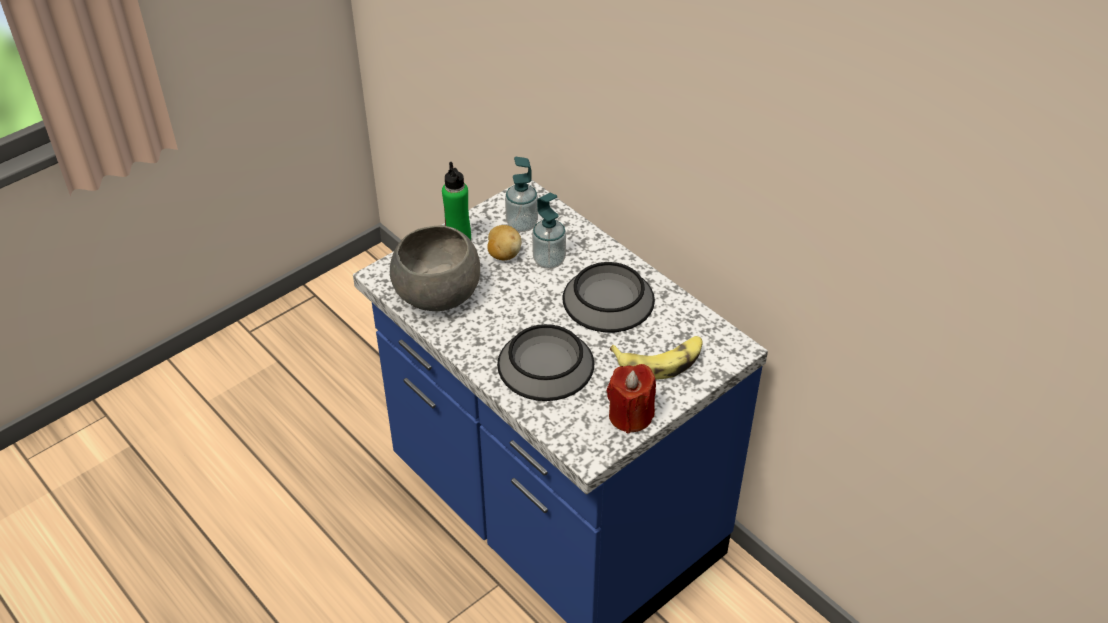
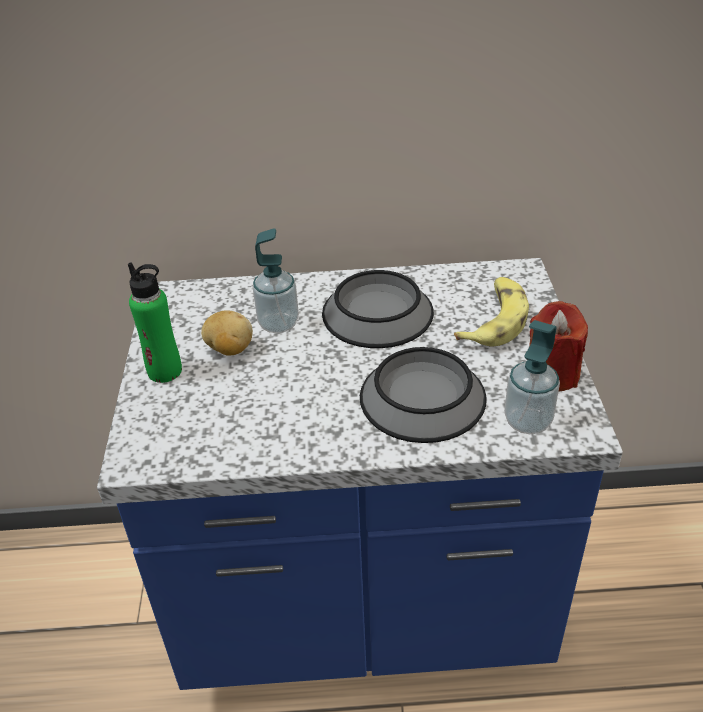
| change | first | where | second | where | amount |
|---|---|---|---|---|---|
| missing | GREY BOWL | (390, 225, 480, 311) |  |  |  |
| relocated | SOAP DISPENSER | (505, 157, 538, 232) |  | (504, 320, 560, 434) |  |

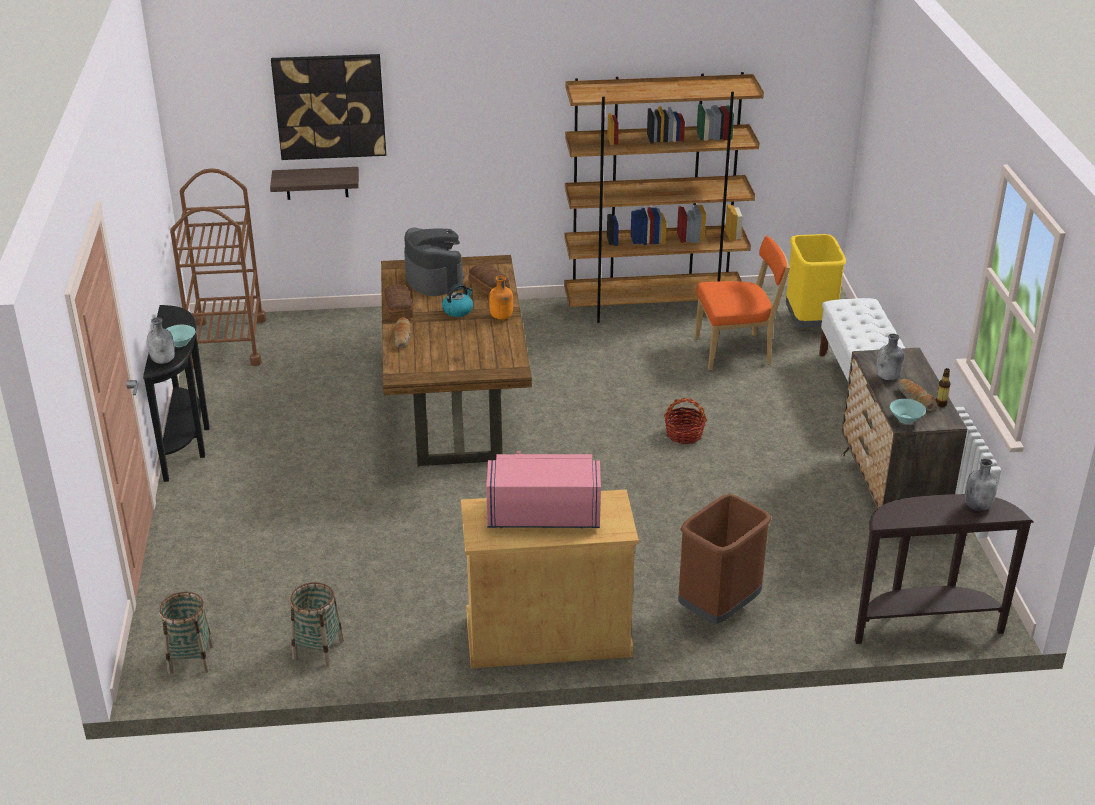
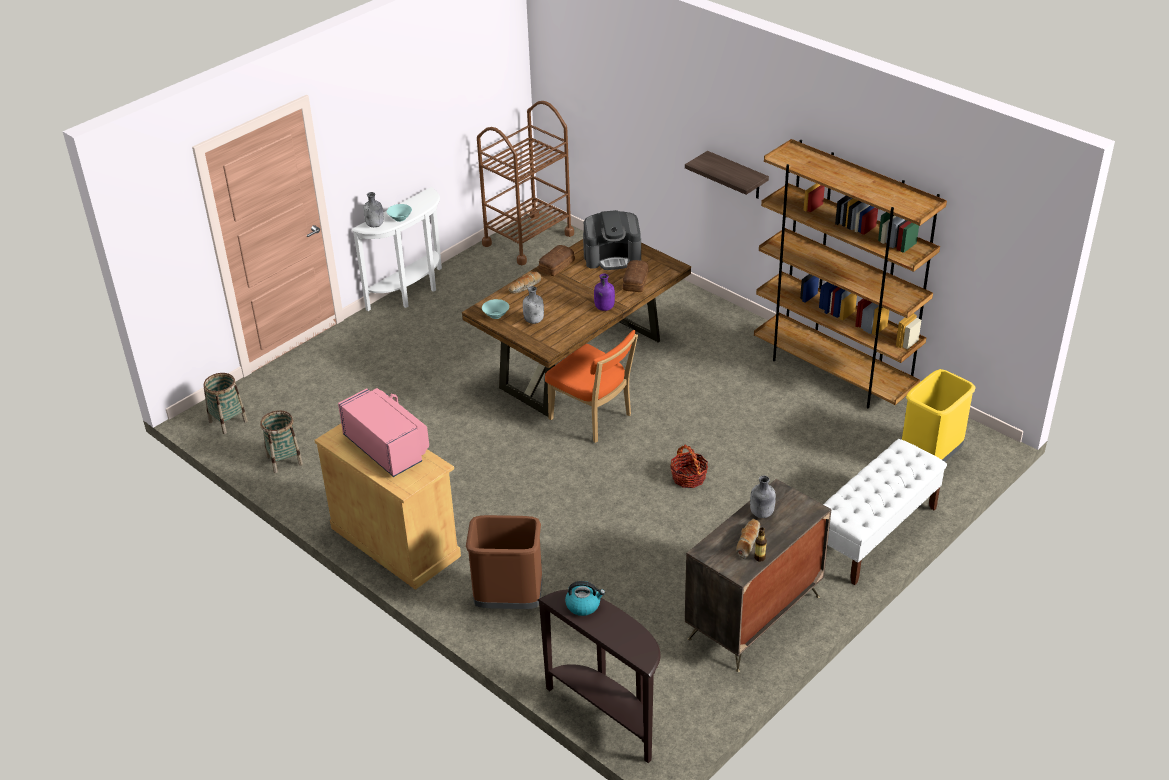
| change | first | where | second | where | amount |
|---|---|---|---|---|---|
| missing | PICTURE | (271, 54, 386, 160) |  |  |  |
| relocated | SHELF | (270, 167, 359, 200) |  | (685, 151, 769, 199) |  |
| relocated | KETTLE | (442, 284, 473, 317) |  | (565, 581, 605, 616) |  |
| relocated | ORANGE CHAIR | (694, 235, 790, 370) |  | (545, 330, 638, 443) |  |
| relocated | TURQUOISE BOWL | (890, 399, 926, 424) |  | (482, 299, 509, 319) |  |
| relocated | GREY BOTTLE | (965, 459, 997, 511) |  | (523, 286, 544, 324) |  |
| colour | BLACK CONSOLE TABLE | (143, 305, 210, 482) | WHITE CONSOLE TABLE | (352, 187, 442, 311) |  |
| colour | ORANGE BOTTLE | (489, 276, 513, 320) | PURPLE BOTTLE | (594, 274, 615, 311) |  |
| spun | COFFEE MACHINE | (404, 227, 464, 296) |  | (583, 210, 641, 270) | 60 degrees clockwise |

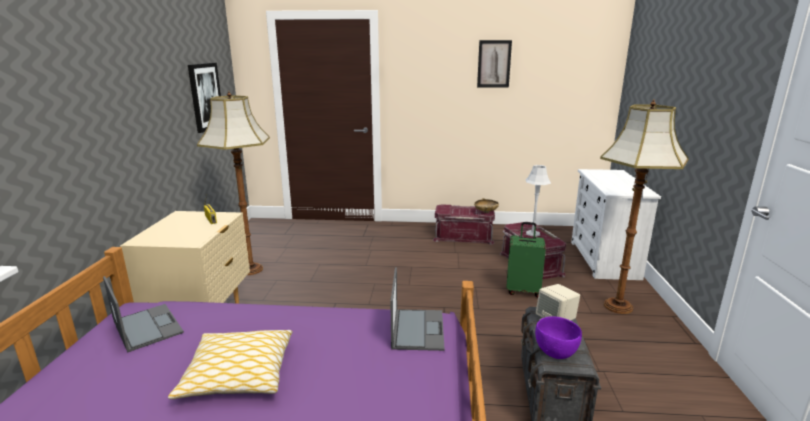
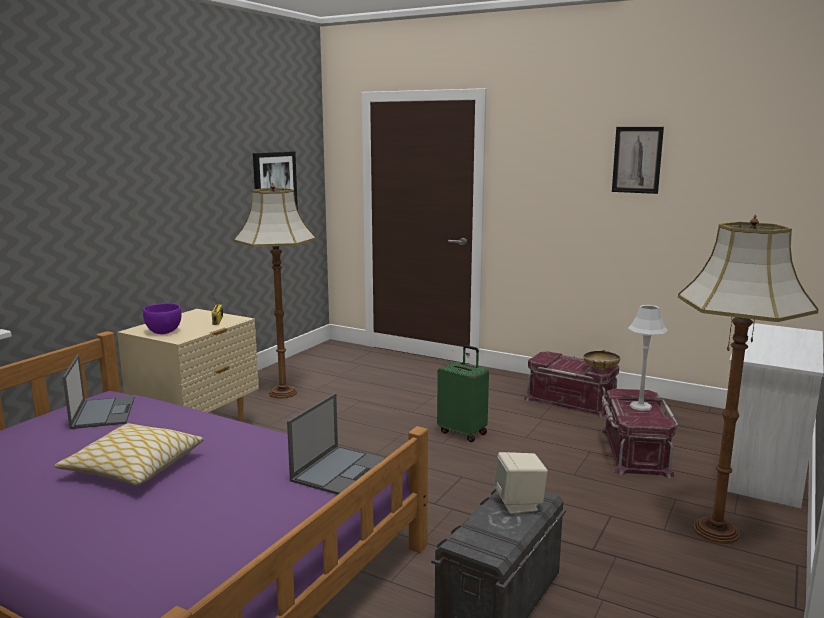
| change | first | where | second | where | amount |
|---|---|---|---|---|---|
| relocated | GREEN SUITCASE | (506, 222, 546, 298) |  | (437, 345, 489, 442) |  |
| relocated | PURPLE BOWL | (535, 316, 582, 359) |  | (143, 303, 181, 334) |  |

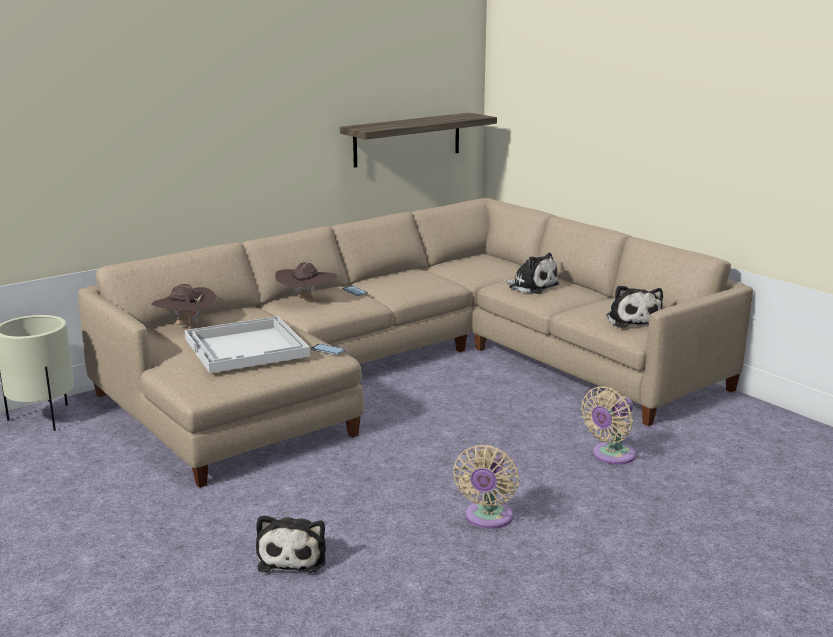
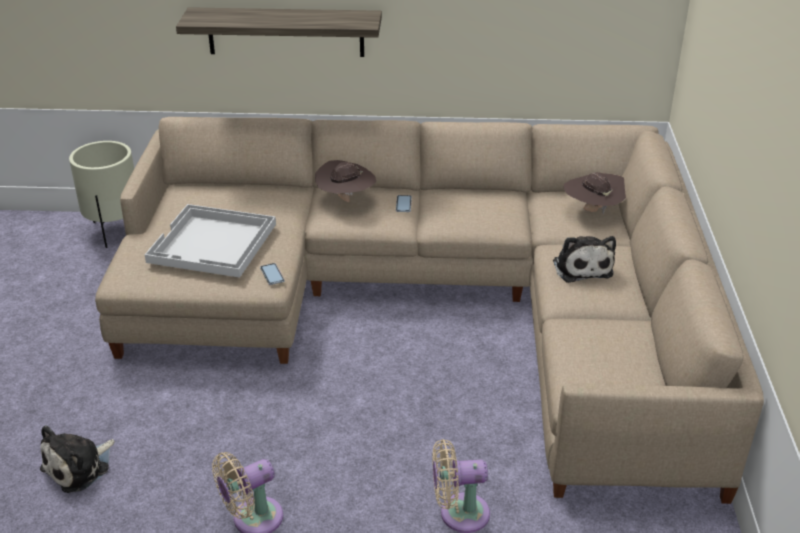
| change | first | where | second | where | amount |
|---|---|---|---|---|---|
| missing | PLUSH TOY | (606, 285, 663, 328) |  |  |  |
| relocated | BROWN HAT | (152, 284, 217, 325) |  | (564, 172, 626, 214) |  |
| relocated | SHELF | (340, 113, 497, 168) |  | (176, 7, 382, 57) |  |

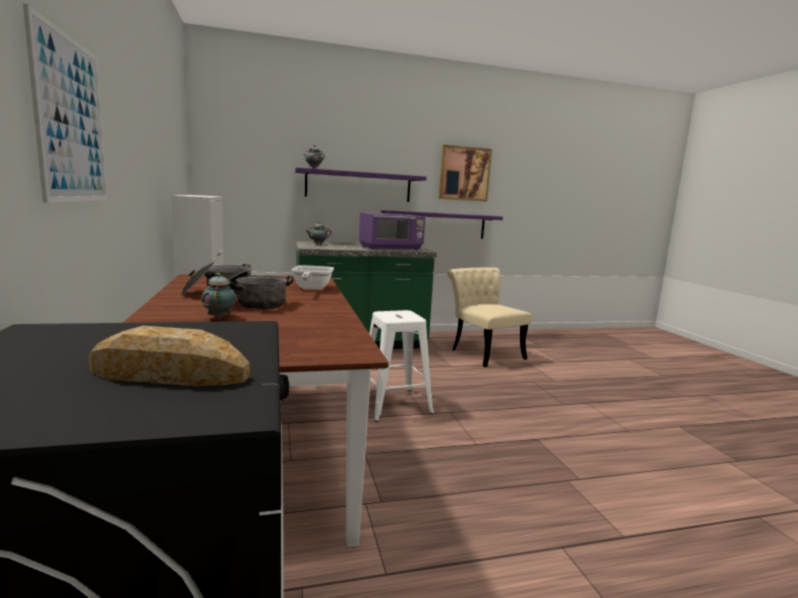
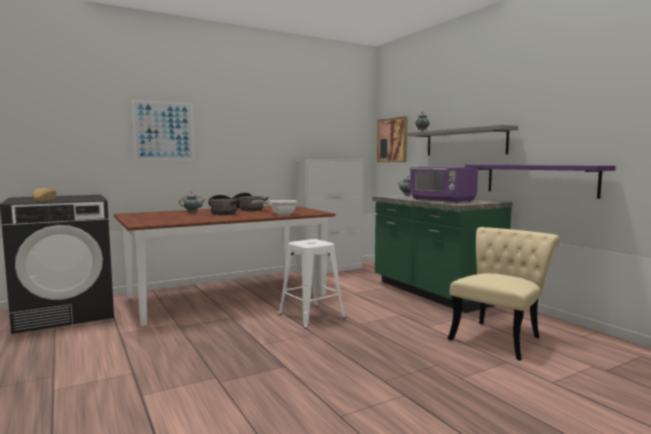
| change | first | where | second | where | amount |
|---|---|---|---|---|---|
| relocated | PICTURE | (439, 145, 492, 202) |  | (377, 116, 408, 162) |  |
| colour | PURPLE SHELF | (295, 168, 427, 202) | GREY SHELF | (407, 125, 518, 156) |  |

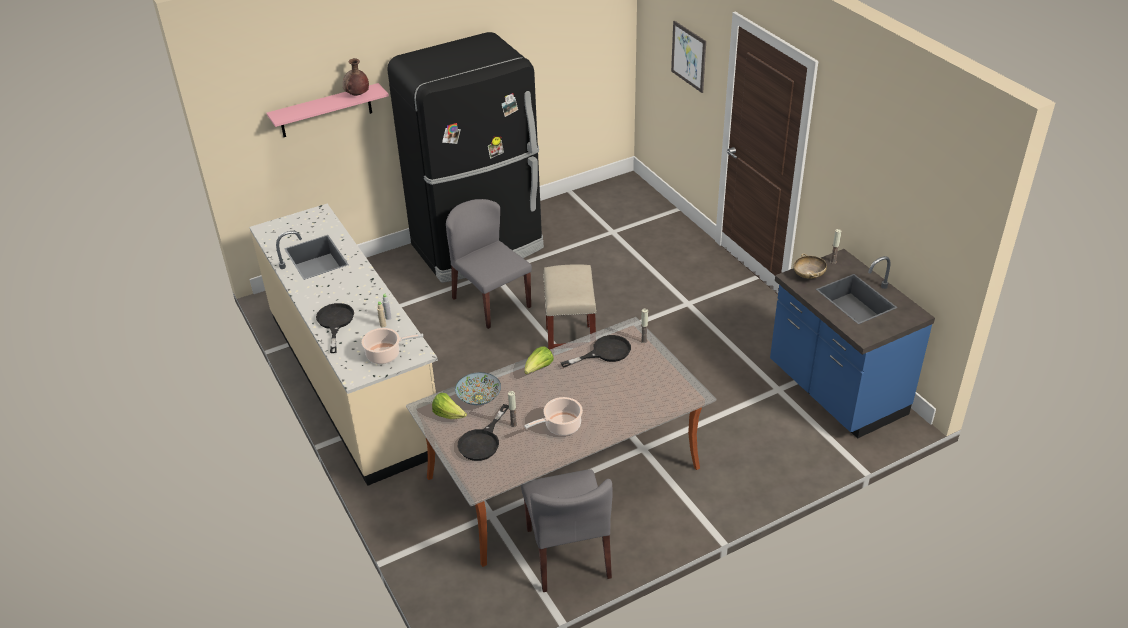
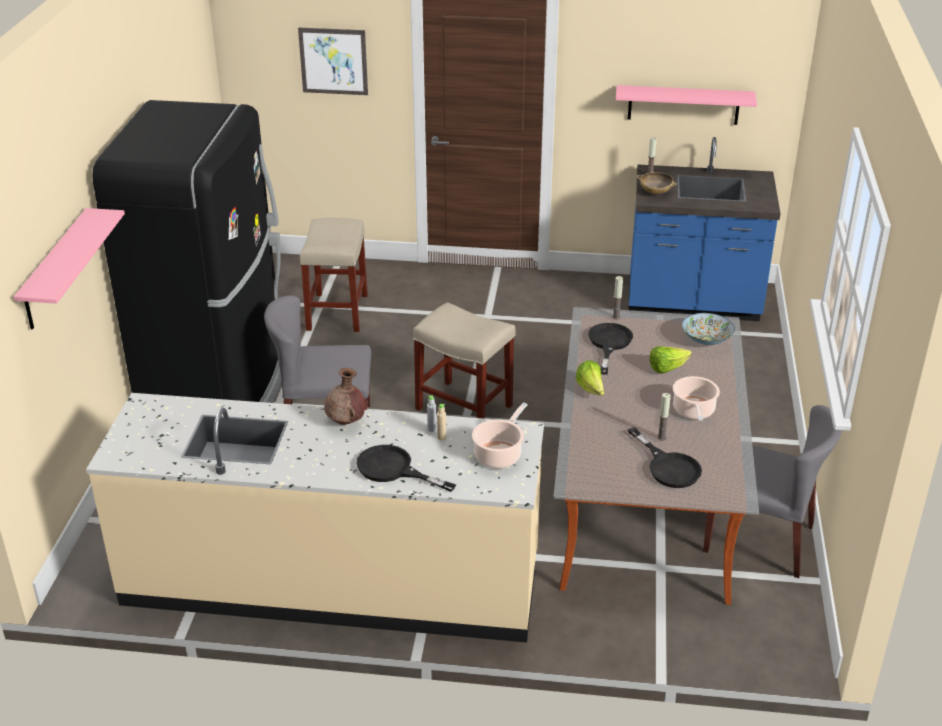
| change | first | where | second | where | amount |
|---|---|---|---|---|---|
| appeared |  |  | BEIGE STOOL | (300, 218, 368, 332) |  |
| appeared |  |  | PINK SHELF | (616, 85, 757, 125) |  |
| relocated | BROWN VASE | (343, 58, 369, 96) |  | (324, 368, 365, 425) |  |
| relocated | LETTUCE | (432, 393, 467, 419) |  | (649, 346, 692, 373) |  |
| relocated | BOWL | (455, 372, 501, 405) |  | (682, 313, 735, 345) |  |

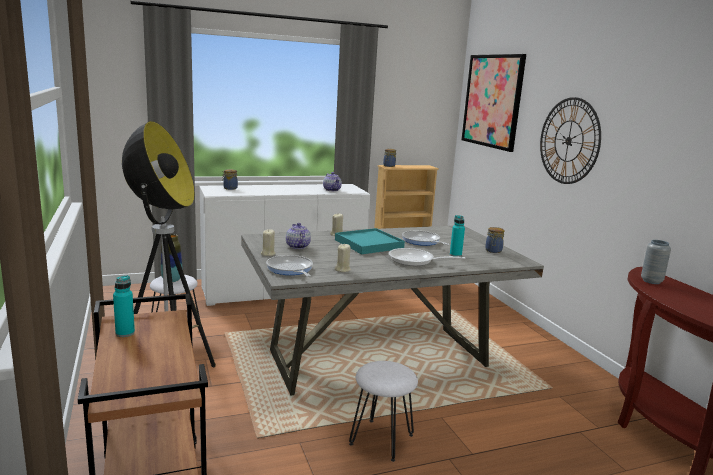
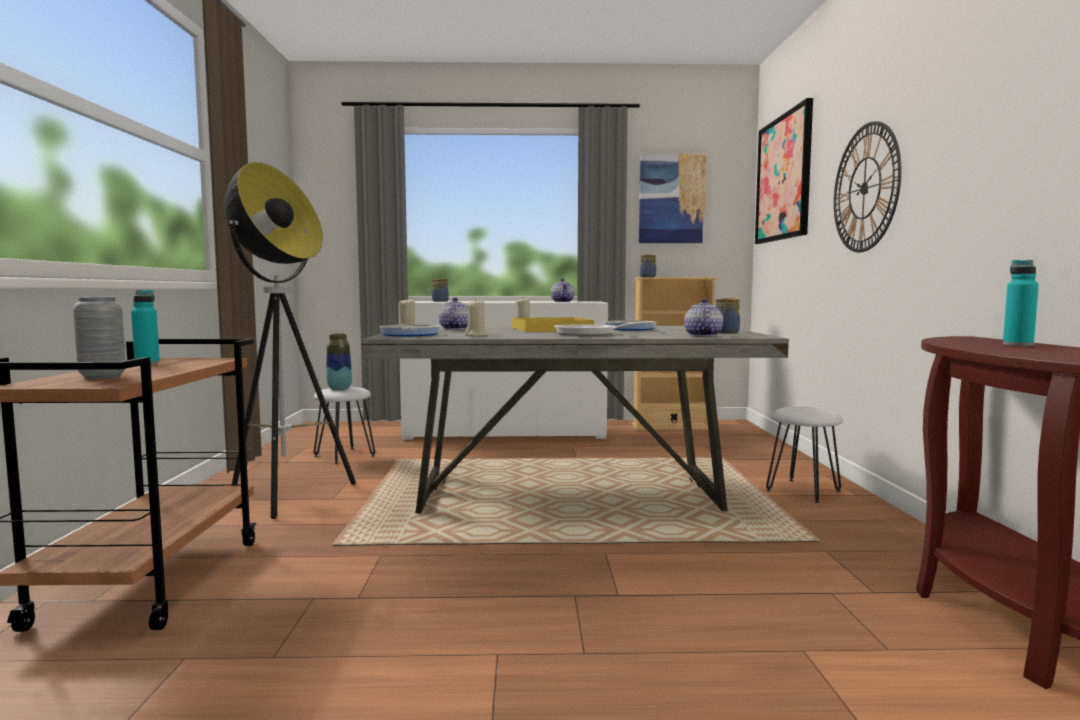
| change | first | where | second | where | amount |
|---|---|---|---|---|---|
| appeared |  |  | PICTURE | (639, 154, 706, 243) |  |
| appeared |  |  | TEAPOT | (684, 299, 723, 337) |  |
| relocated | WHITE STOOL | (349, 361, 418, 462) |  | (766, 407, 843, 503) |  |
| relocated | TURQUOISE BOTTLE | (450, 215, 465, 257) |  | (1003, 260, 1039, 346) |  |
| relocated | GREY VASE | (641, 240, 671, 284) |  | (73, 297, 126, 379) |  |
| colour | TURQUOISE TRAY | (335, 228, 405, 254) | YELLOW TRAY | (512, 317, 594, 332) |  |

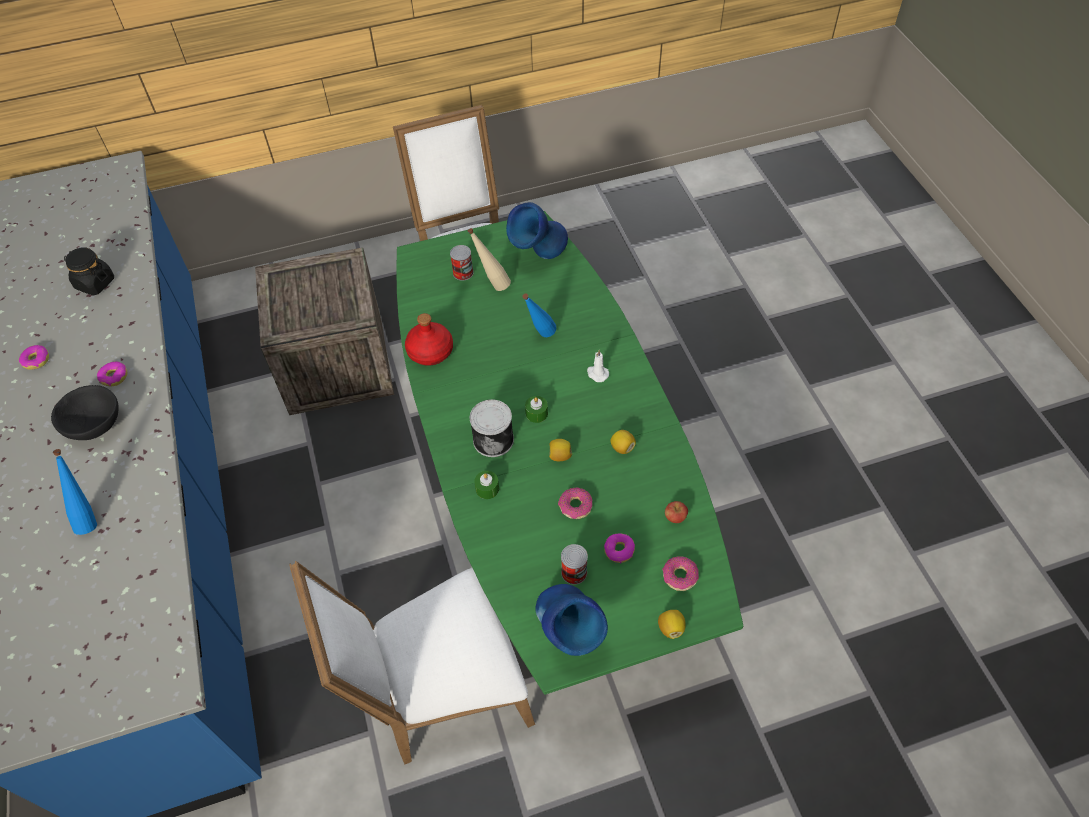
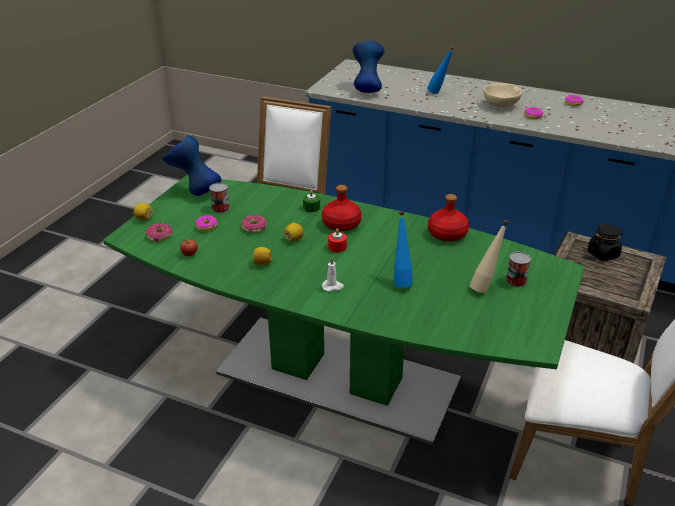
| change | first | where | second | where | amount |
|---|---|---|---|---|---|
| relocated | BLACK JAR | (64, 247, 114, 296) |  | (587, 224, 623, 261) |  |
| relocated | BLUE VASE | (506, 202, 568, 259) |  | (353, 40, 384, 93) |  |
| exchanged | CAN | (470, 399, 514, 457) | RED BOTTLE | (322, 185, 362, 231) |  |
| colour | BLACK BOWL | (51, 385, 119, 440) | BEIGE BOWL | (483, 83, 522, 108) |  |
| colour | GREEN CANDLE | (525, 396, 548, 423) | RED CANDLE | (328, 228, 347, 253) |  |

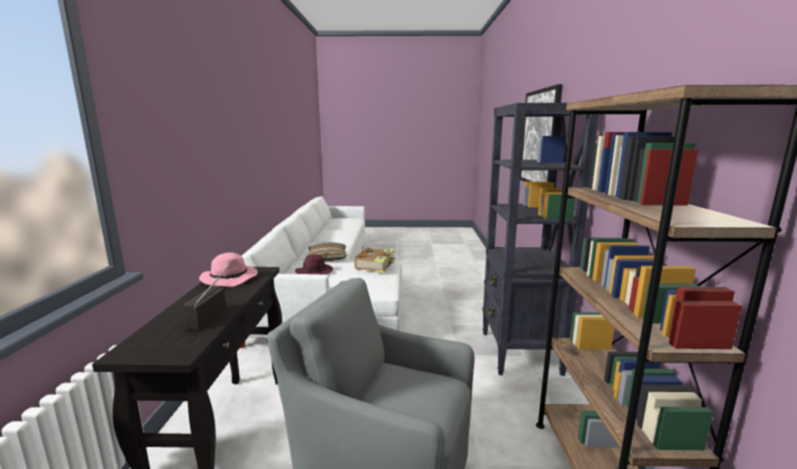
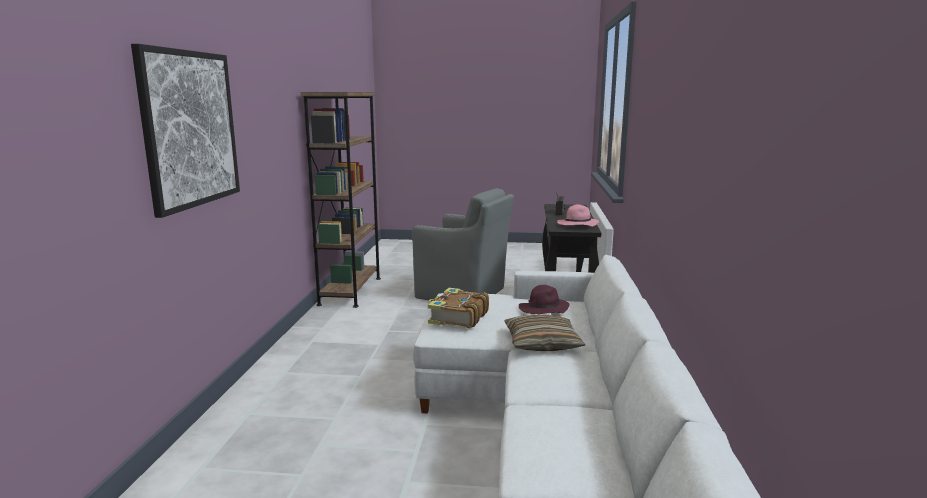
| change | first | where | second | where | amount |
|---|---|---|---|---|---|
| missing | BLACK BOOKCASE | (482, 103, 599, 376) |  |  |  |

